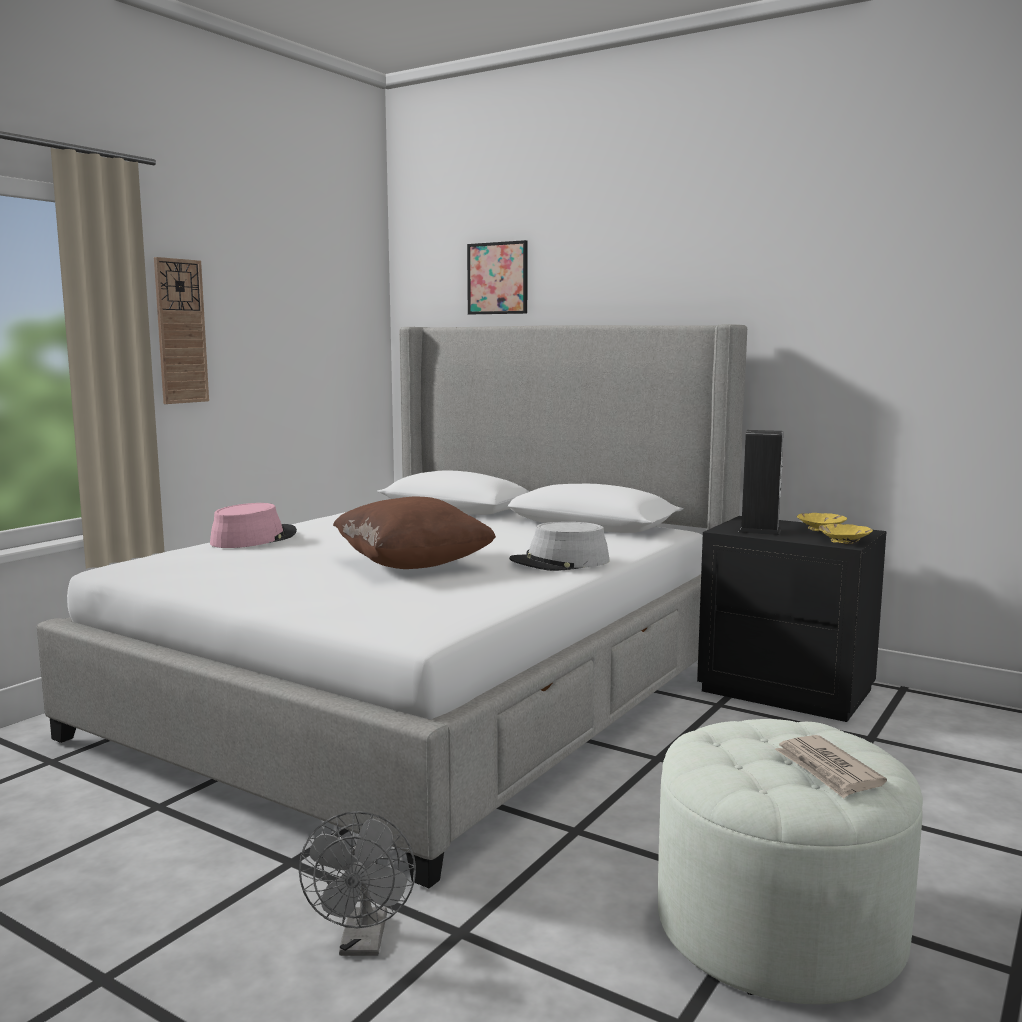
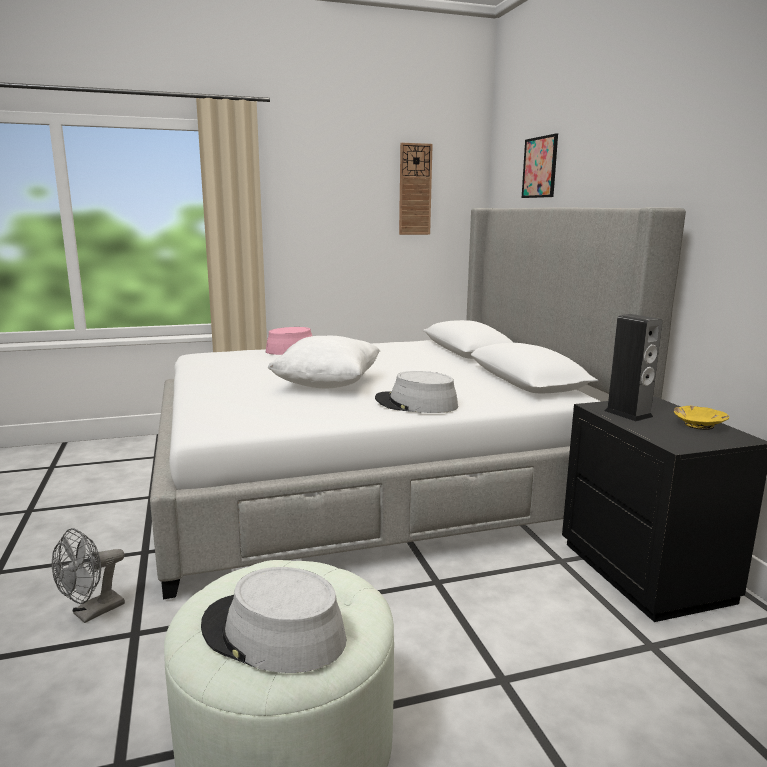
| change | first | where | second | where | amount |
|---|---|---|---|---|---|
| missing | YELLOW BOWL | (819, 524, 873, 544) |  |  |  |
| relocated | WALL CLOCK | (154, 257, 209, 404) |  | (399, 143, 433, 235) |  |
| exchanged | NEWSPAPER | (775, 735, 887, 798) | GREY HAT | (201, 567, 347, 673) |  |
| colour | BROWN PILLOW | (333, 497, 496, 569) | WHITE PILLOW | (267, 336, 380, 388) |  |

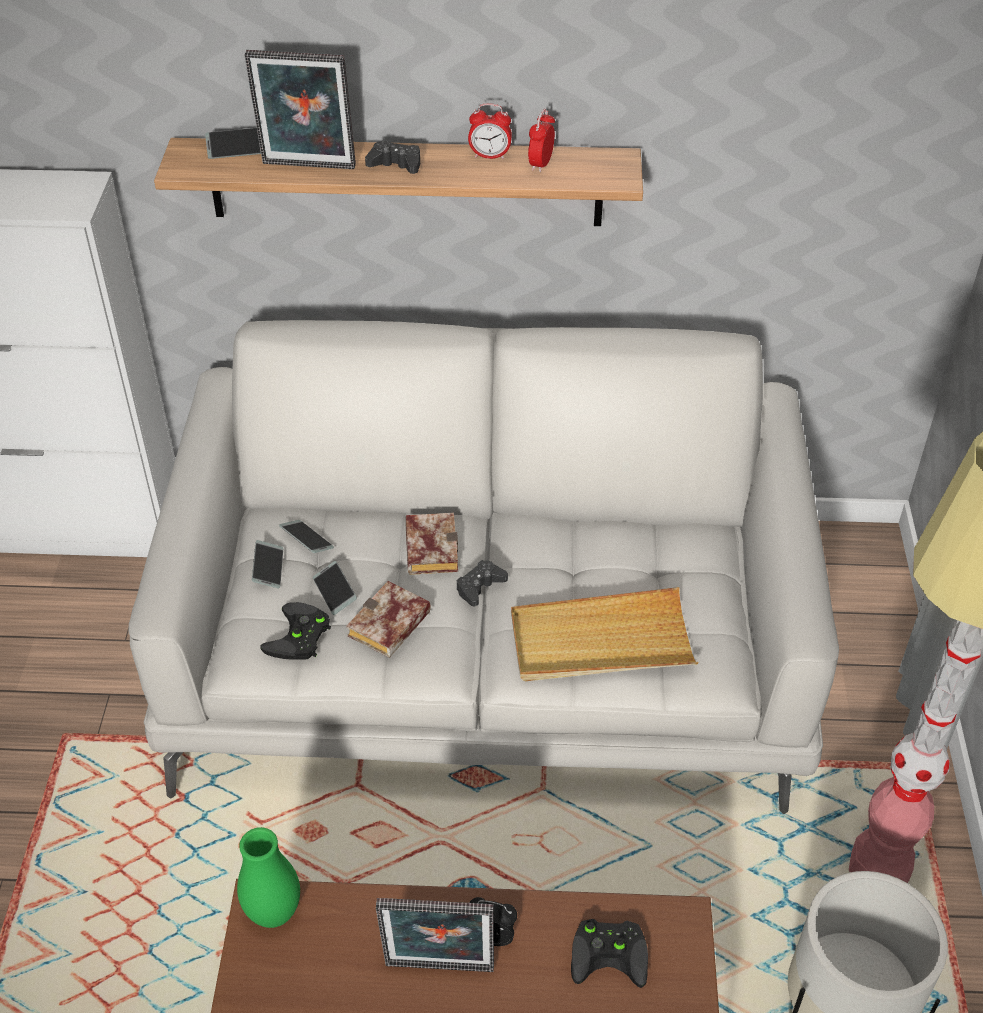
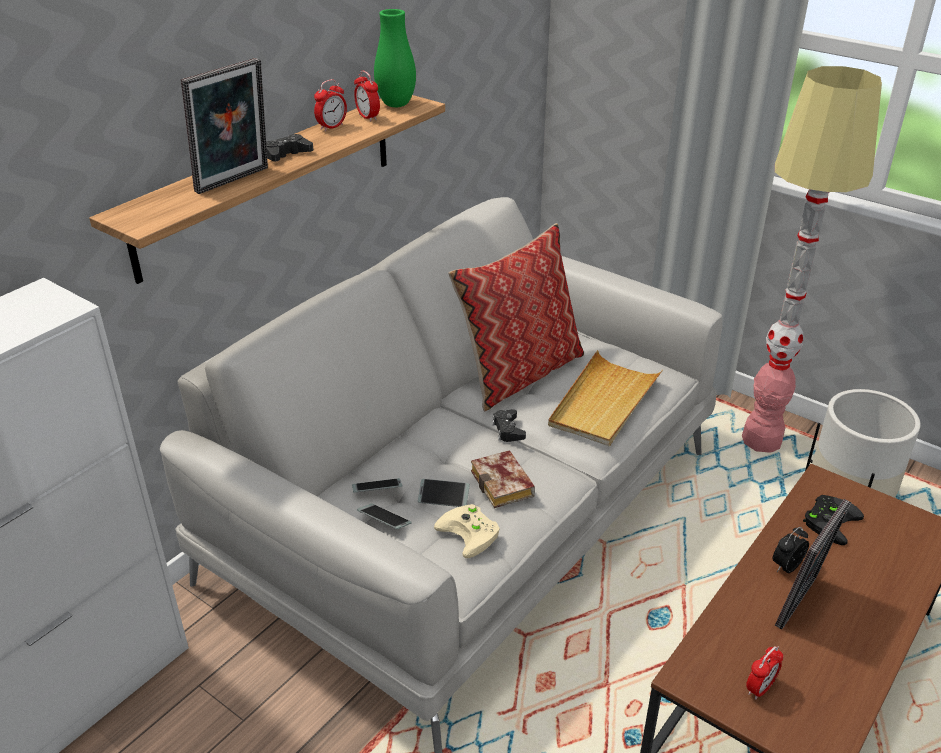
| change | first | where | second | where | amount |
|---|---|---|---|---|---|
| missing | PHONE | (205, 128, 261, 159) |  |  |  |
| missing | BOOK | (405, 513, 458, 575) |  |  |  |
| appeared |  |  | PILLOW | (448, 223, 584, 412) |  |
| appeared |  |  | ALARM CLOCK | (746, 646, 784, 700) |  |
| relocated | GREEN VASE | (237, 827, 300, 928) |  | (374, 9, 416, 107) |  |
| colour | BLACK GAME CONTROLLER | (260, 602, 331, 660) | BEIGE GAME CONTROLLER | (434, 504, 500, 558) |  |

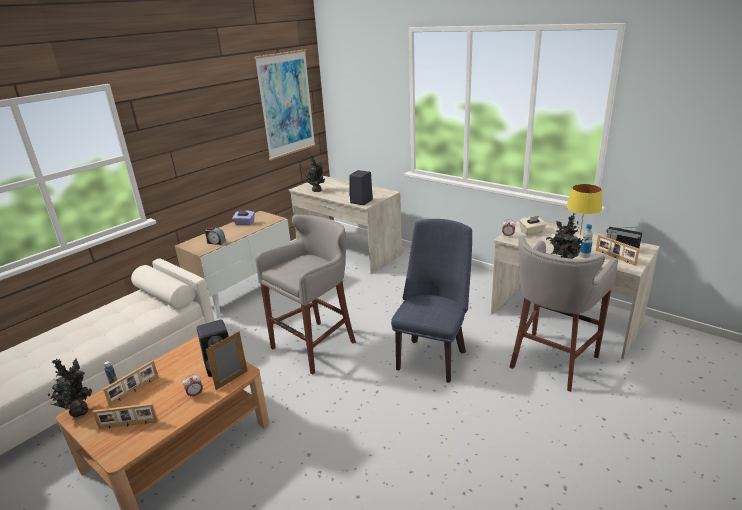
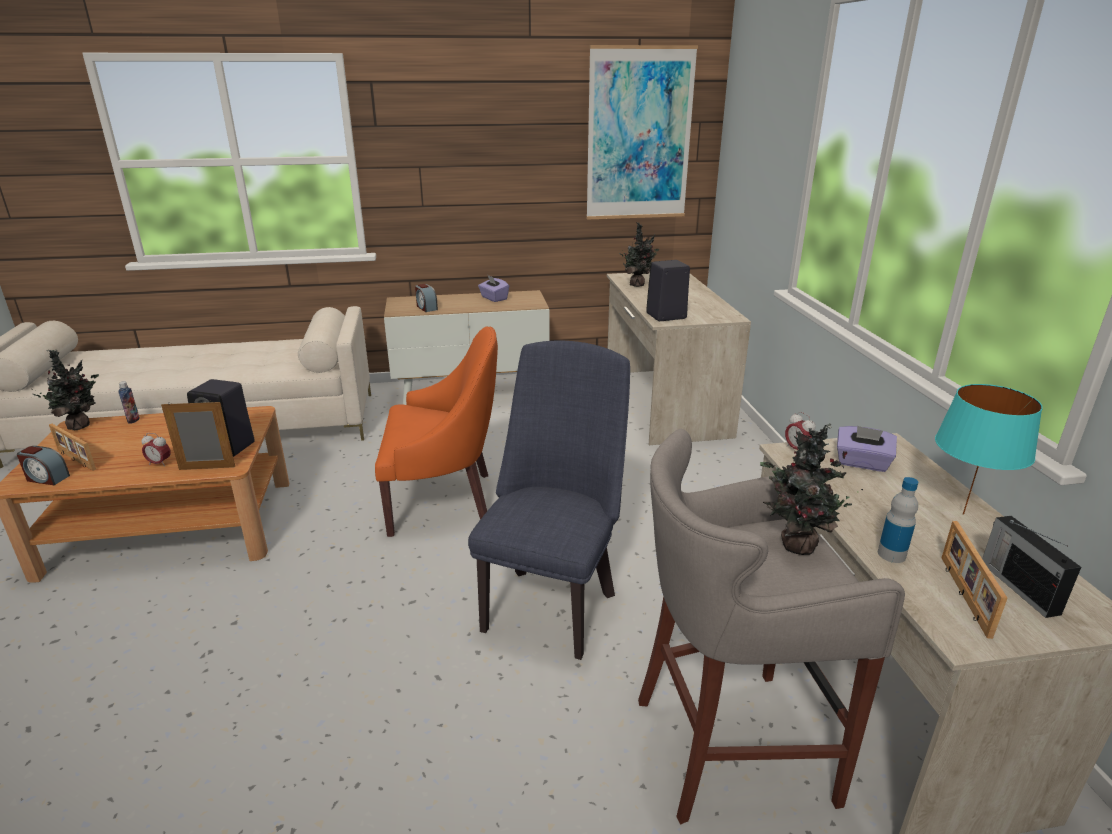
| change | first | where | second | where | amount |
|---|---|---|---|---|---|
| missing | PICTURE FRAME | (103, 360, 158, 406) |  |  |  |
| appeared |  |  | ALARM CLOCK | (17, 446, 70, 485) |  |
| exchanged | GREY STOOL | (255, 215, 356, 375) | ORANGE ARMCHAIR | (375, 327, 498, 537) |  |
| colour | BEIGE TISSUE BOX | (519, 216, 546, 235) | PURPLE TISSUE BOX | (837, 426, 897, 472) |  |
| colour | YELLOW TABLE LAMP | (566, 184, 602, 235) | TURQUOISE TABLE LAMP | (935, 384, 1043, 515) |  |
| spun | BLUE CHAIR | (391, 219, 472, 383) |  | (468, 341, 630, 660) | 45 degrees counterclockwise |

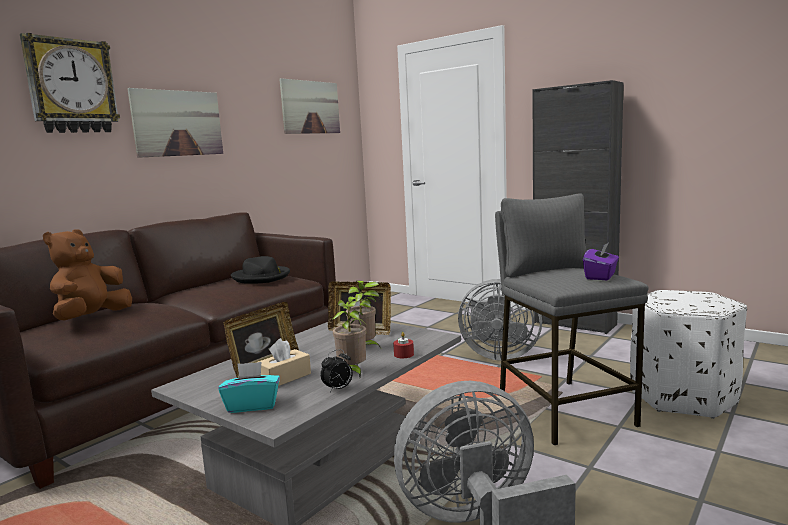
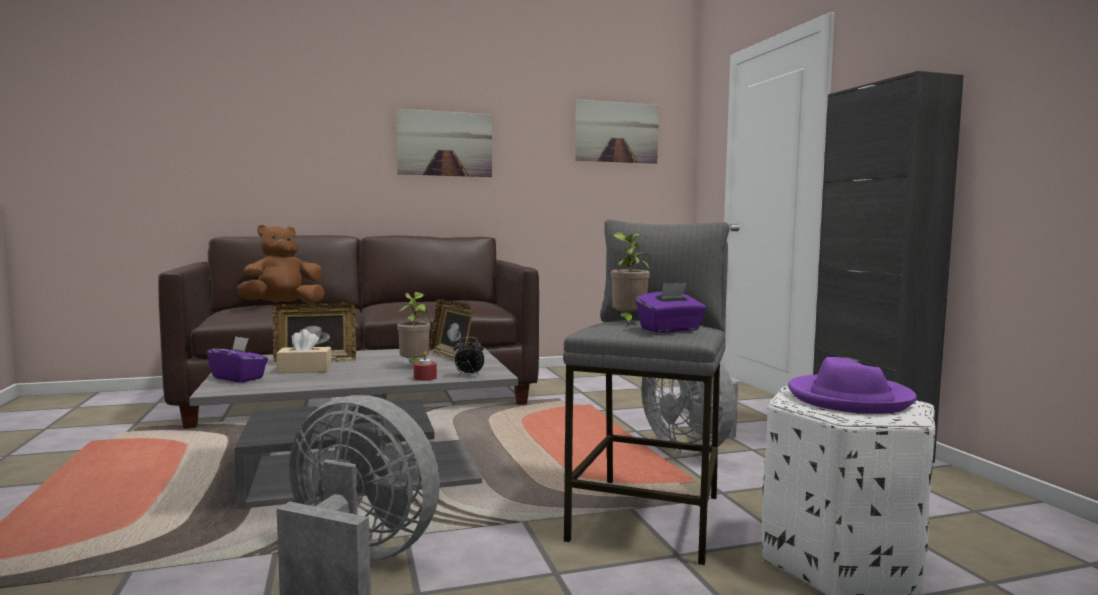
| change | first | where | second | where | amount |
|---|---|---|---|---|---|
| missing | WALL CLOCK | (20, 33, 120, 133) |  |  |  |
| missing | BLACK HAT | (231, 256, 290, 284) |  |  |  |
| appeared |  |  | PURPLE HAT | (788, 357, 917, 414) |  |
| relocated | ALARM CLOCK | (321, 349, 353, 392) |  | (453, 337, 484, 377) |  |
| relocated | POTTED PLANT | (332, 296, 366, 377) |  | (611, 232, 651, 325) |  |
| colour | TURQUOISE TISSUE BOX | (218, 362, 280, 413) | PURPLE TISSUE BOX | (206, 336, 268, 383) |  |

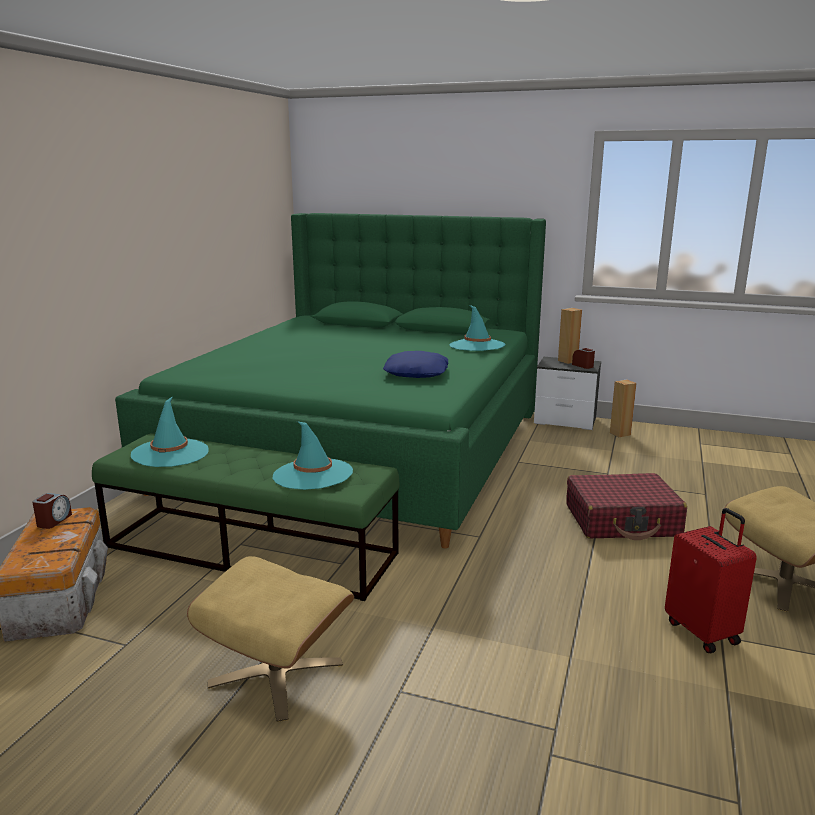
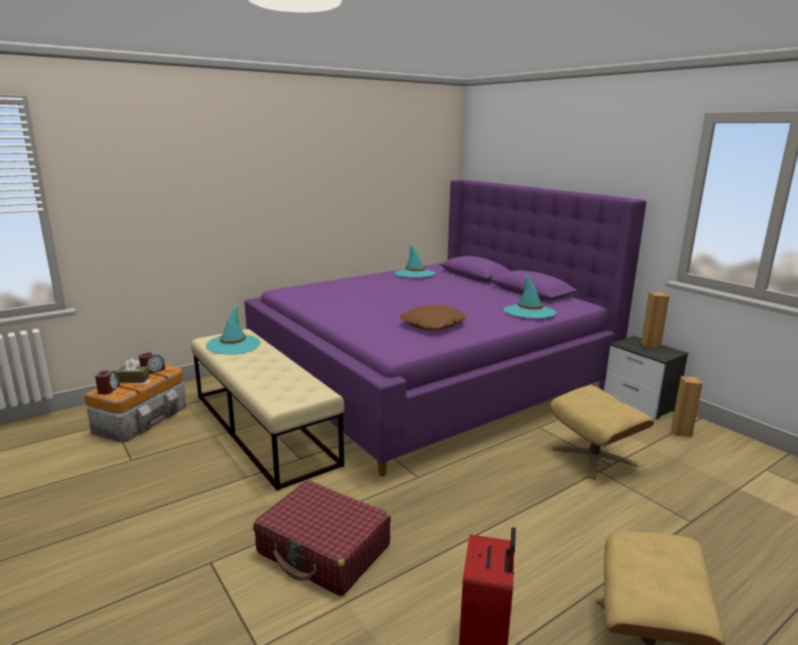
| change | first | where | second | where | amount |
|---|---|---|---|---|---|
| appeared |  |  | BROWN TISSUE BOX | (116, 358, 149, 383) |  |
| relocated | BEIGE OTTOMAN | (187, 556, 354, 722) |  | (550, 385, 654, 479) |  |
| relocated | TURQUOISE HAT | (273, 421, 353, 490) |  | (394, 244, 436, 278) |  |
| relocated | RED SUITCASE | (566, 473, 687, 540) |  | (253, 480, 391, 596) |  |
| relocated | ALARM CLOCK | (572, 348, 595, 369) |  | (95, 371, 120, 394) |  |
| colour | GREEN BENCH | (92, 433, 400, 601) | BEIGE BENCH | (191, 329, 345, 491) |  |
| colour | GREEN BED | (115, 213, 546, 548) | PURPLE BED | (245, 180, 646, 476) |  |
| colour | BLUE PILLOW | (383, 351, 448, 378) | BROWN PILLOW | (400, 305, 466, 330) |  |

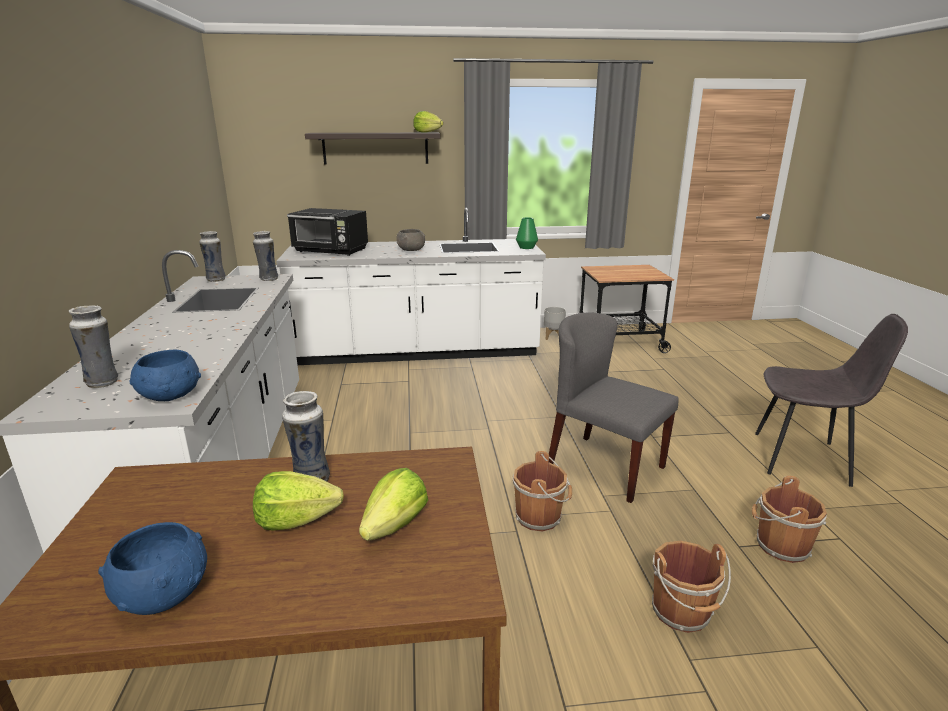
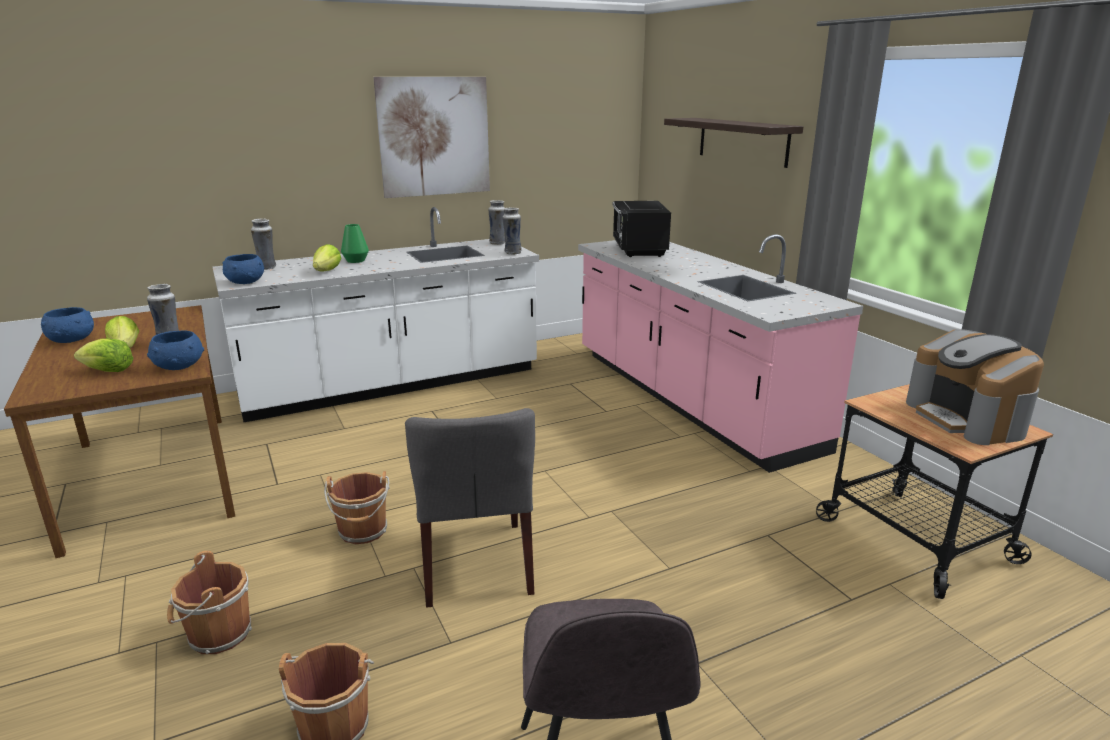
| change | first | where | second | where | amount |
|---|---|---|---|---|---|
| missing | GREY BOWL | (396, 229, 425, 251) |  |  |  |
| missing | GREY PLANTER | (544, 307, 566, 340) |  |  |  |
| appeared |  |  | BLUE BOWL | (147, 330, 204, 370) |  |
| appeared |  |  | PICTURE | (373, 77, 490, 198) |  |
| appeared |  |  | COFFEE MACHINE | (906, 329, 1044, 445) |  |
| relocated | LETTUCE | (413, 111, 443, 133) |  | (313, 244, 341, 271) |  |
| relocated | GREEN VASE | (516, 217, 538, 249) |  | (341, 224, 369, 263) |  |
| colour | WHITE COUNTER | (276, 208, 546, 365) | PINK COUNTER | (578, 234, 863, 473) |  |
| spun | GREY CHAIR | (549, 312, 679, 503) |  | (405, 408, 535, 608) | 150 degrees clockwise |

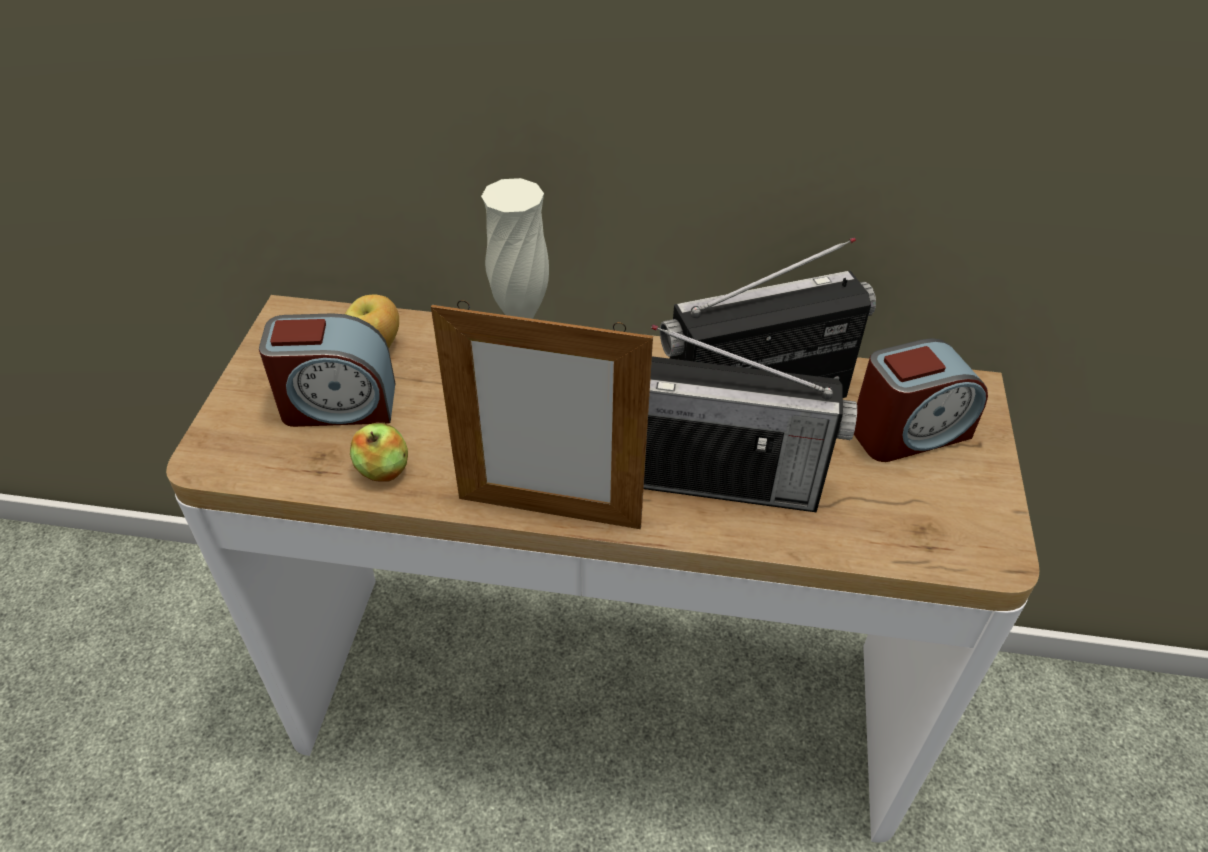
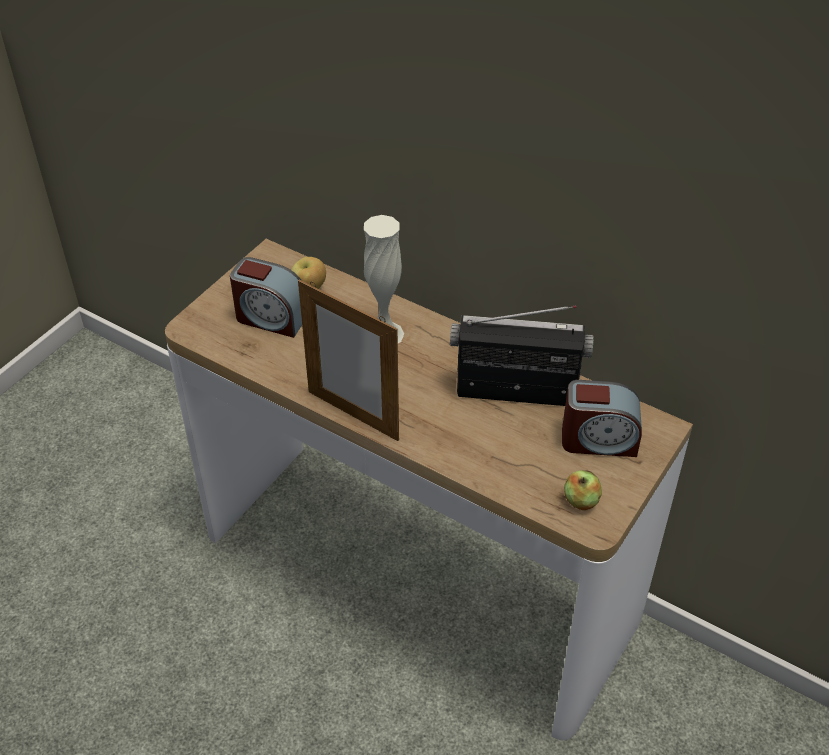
| change | first | where | second | where | amount |
|---|---|---|---|---|---|
| missing | RADIO | (644, 324, 857, 512) |  |  |  |
| relocated | APPLE | (350, 422, 408, 482) |  | (564, 470, 602, 510) |  |

